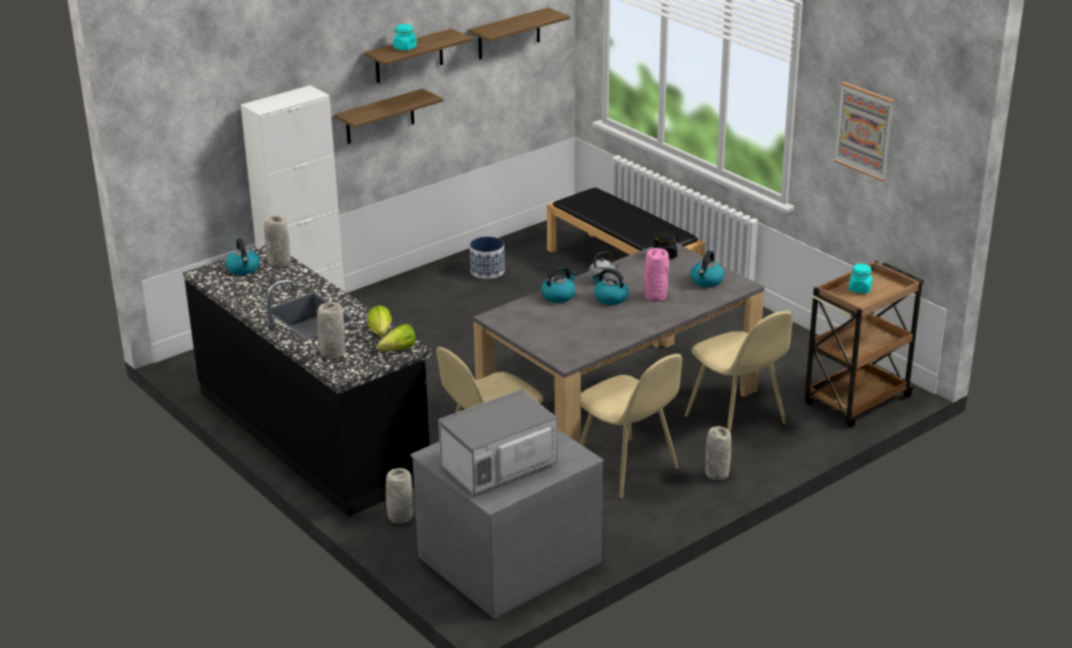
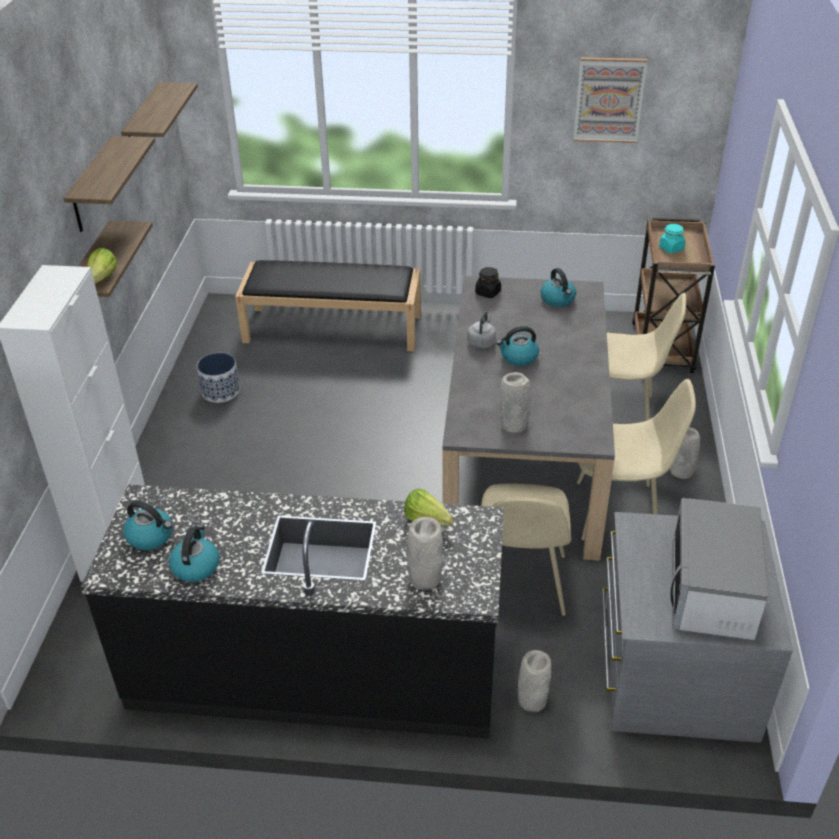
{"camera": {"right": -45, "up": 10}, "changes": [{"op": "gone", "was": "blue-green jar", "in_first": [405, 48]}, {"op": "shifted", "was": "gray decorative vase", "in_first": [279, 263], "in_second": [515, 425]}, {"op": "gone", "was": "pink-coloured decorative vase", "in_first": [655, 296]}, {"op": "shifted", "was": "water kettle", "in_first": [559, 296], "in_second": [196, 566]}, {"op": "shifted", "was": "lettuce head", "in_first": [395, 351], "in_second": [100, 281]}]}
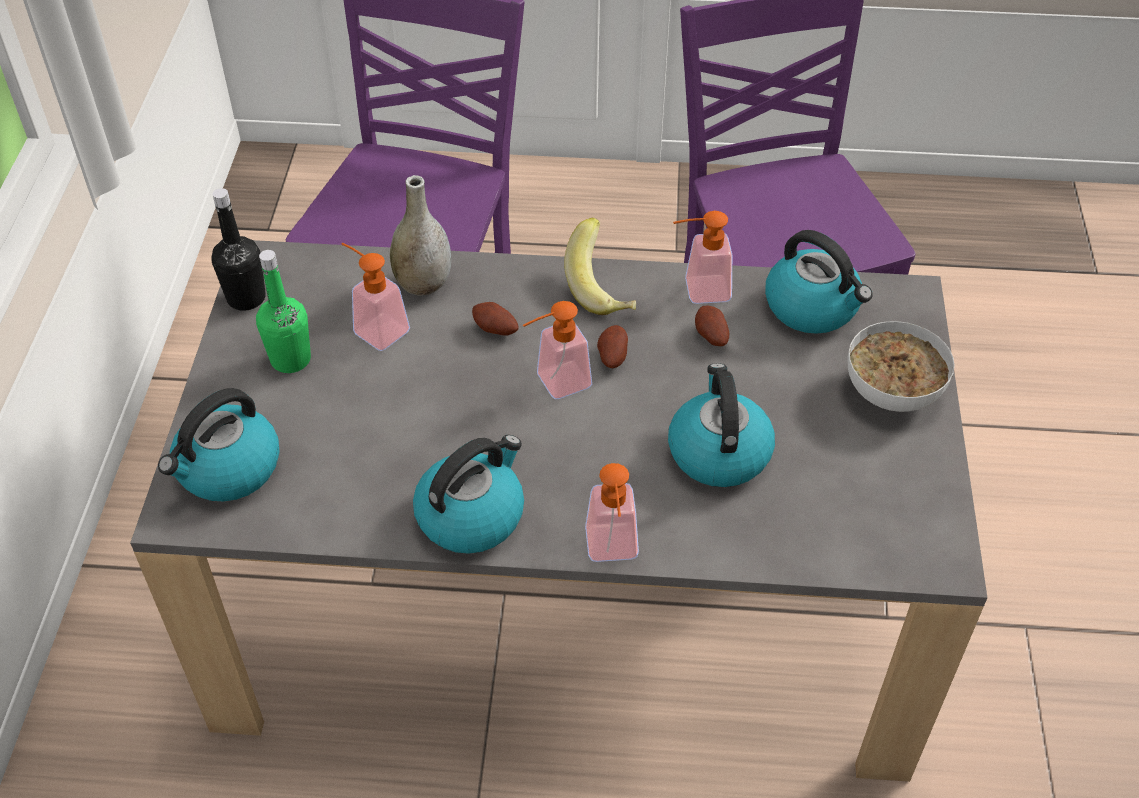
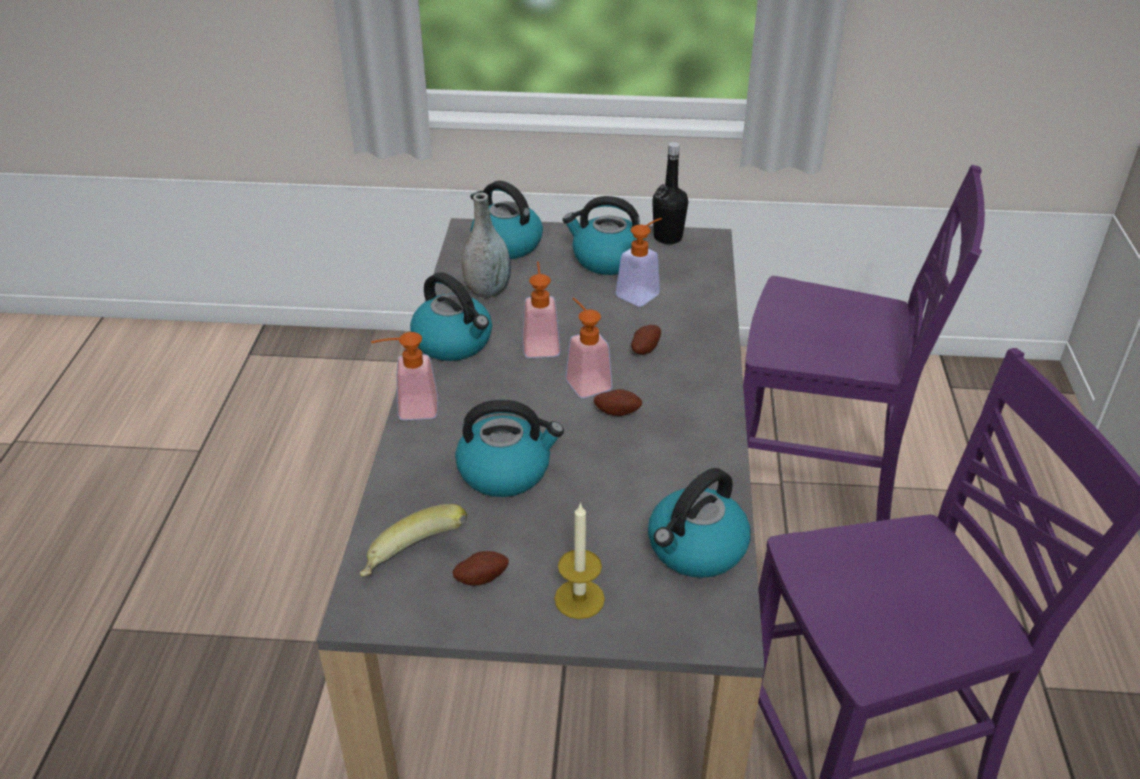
{"camera": {"right": 90, "up": -10}, "changes": [{"op": "shifted", "was": "gray decorative vase", "in_first": [423, 284], "in_second": [487, 291]}, {"op": "shifted", "was": "soap dispenser", "in_first": [698, 290], "in_second": [540, 343]}, {"op": "shifted", "was": "banana fruit", "in_first": [604, 289], "in_second": [414, 562]}, {"op": "swapped", "was": "green beverage bottle", "now": "water kettle", "in_first": [291, 359], "in_second": [606, 259]}, {"op": "shifted", "was": "spud", "in_first": [710, 336], "in_second": [481, 577]}, {"op": "swapped", "was": "bowl", "now": "candle", "in_first": [891, 390], "in_second": [579, 599]}]}
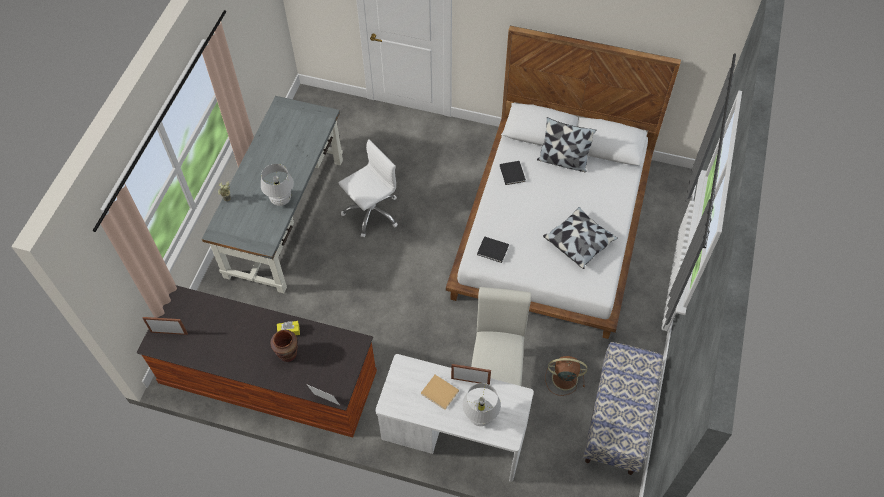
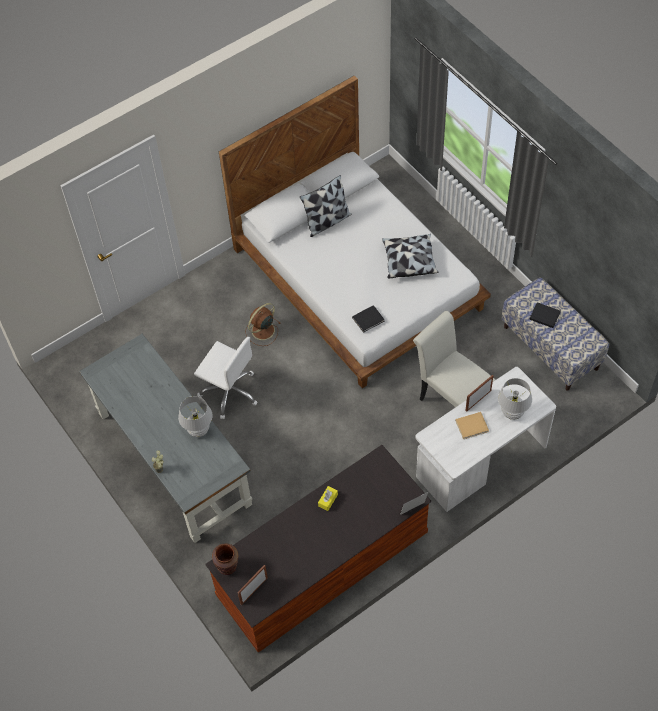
{"camera": {"right": -50, "up": 0}, "changes": [{"op": "rotated", "was": "white-coloured desk chair", "in_first": [371, 212], "in_second": [229, 392], "clockwise": 120}, {"op": "shifted", "was": "blackish book", "in_first": [512, 173], "in_second": [544, 315]}, {"op": "shifted", "was": "brownish decorative vase", "in_first": [288, 354], "in_second": [227, 567]}, {"op": "shifted", "was": "brownish fan", "in_first": [563, 378], "in_second": [262, 331]}]}
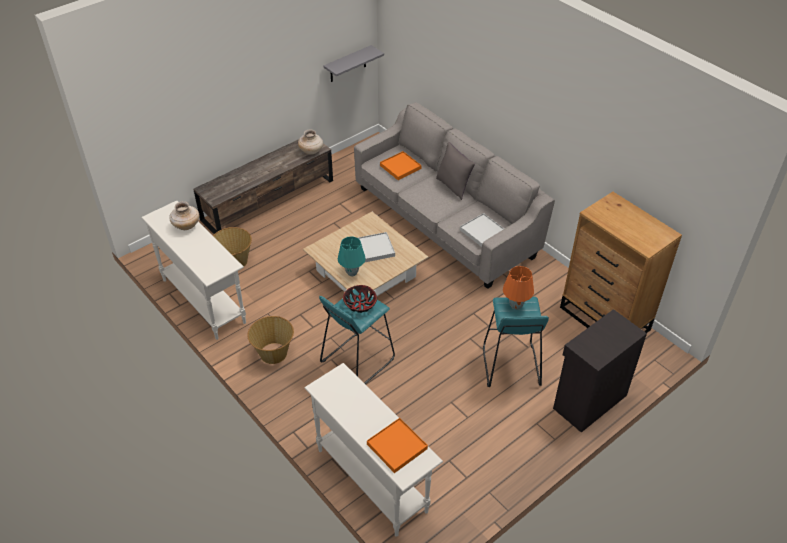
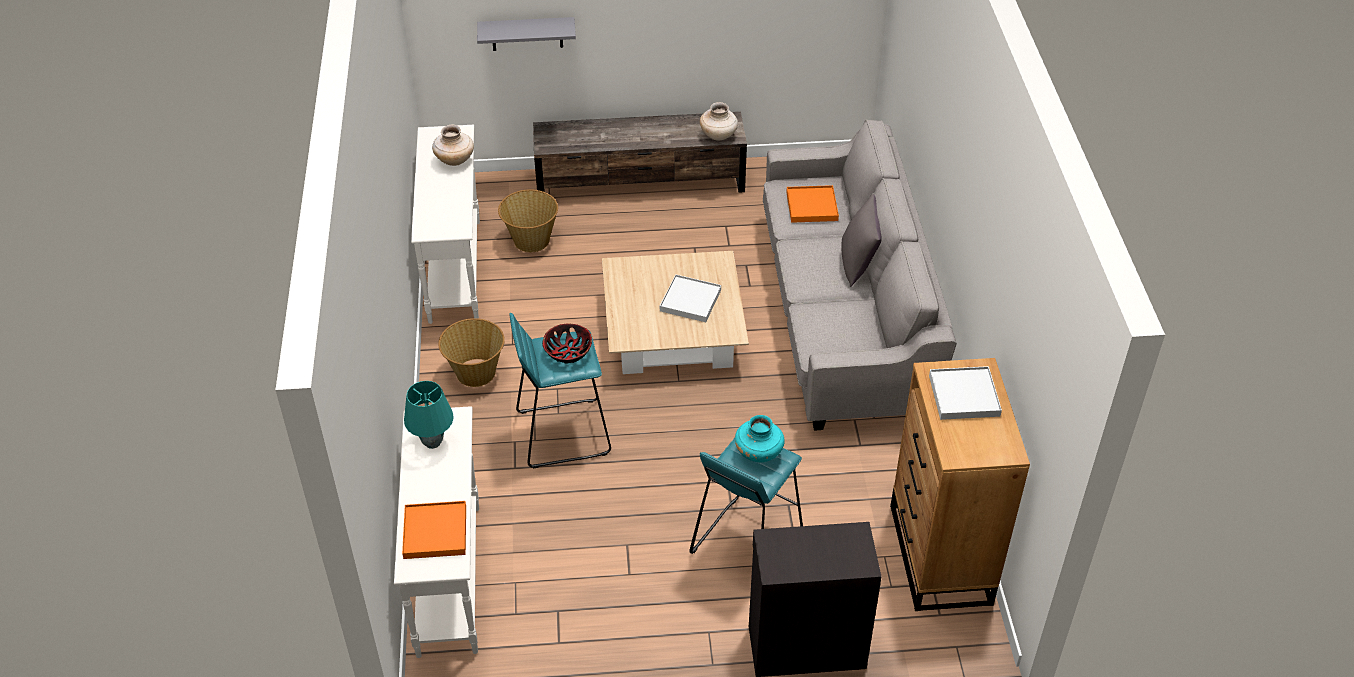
{"camera": {"right": 35, "up": 0}, "changes": [{"op": "shifted", "was": "gray bracket shelf", "in_first": [348, 64], "in_second": [527, 34]}, {"op": "shifted", "was": "white-coloured serving tray", "in_first": [482, 231], "in_second": [964, 396]}, {"op": "shifted", "was": "blue-green tabletop lamp", "in_first": [352, 273], "in_second": [433, 443]}, {"op": "swapped", "was": "orange tabletop lamp", "now": "blue-green decorative vase", "in_first": [516, 306], "in_second": [759, 453]}]}
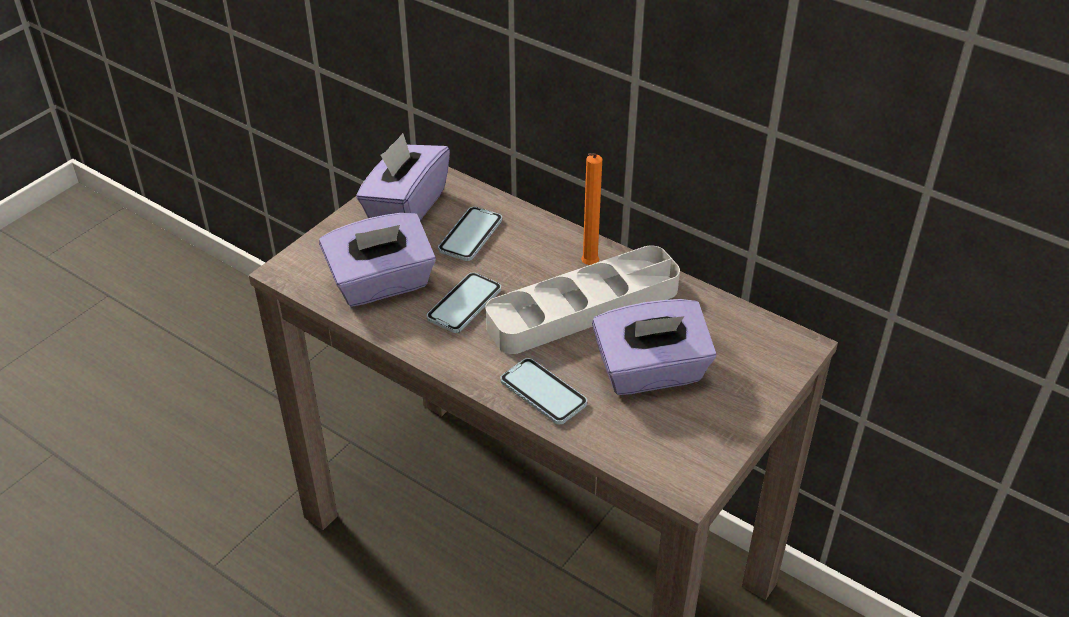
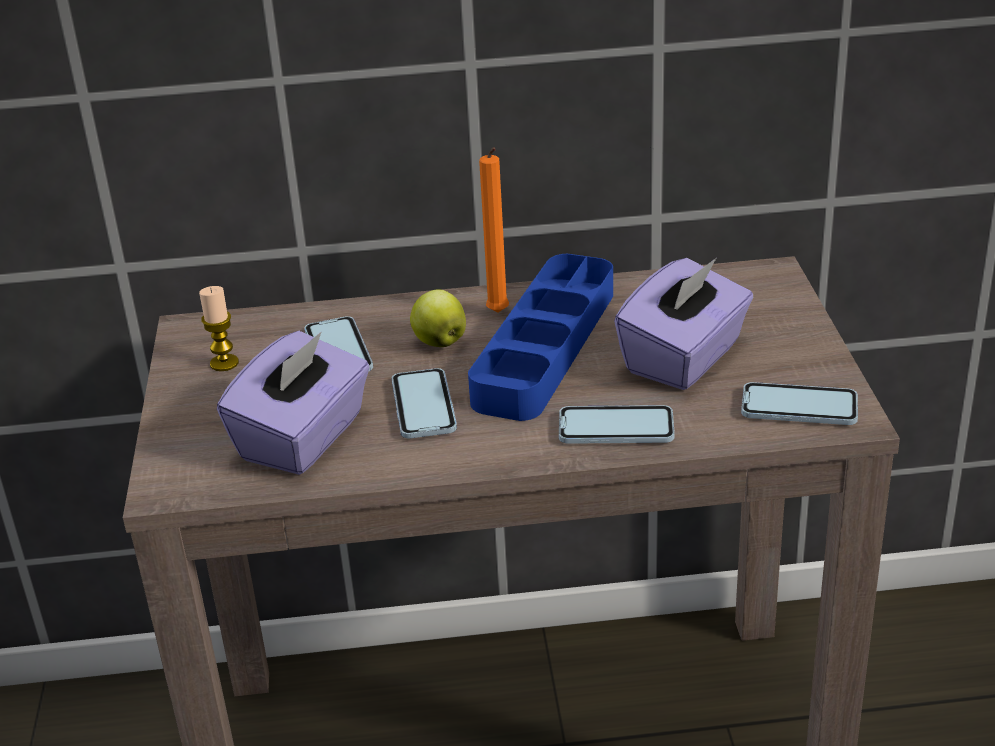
{"camera": {"right": -40, "up": -10}, "changes": [{"op": "swapped", "was": "purple tissue box", "now": "candle", "in_first": [406, 206], "in_second": [224, 363]}, {"op": "repainted", "was": "gray serving tray", "now": "bluish serving tray", "in_first": [583, 307], "in_second": [545, 346]}, {"op": "new", "now": "whole apple", "in_second": [439, 342]}, {"op": "new", "now": "telephone", "in_second": [799, 407]}]}
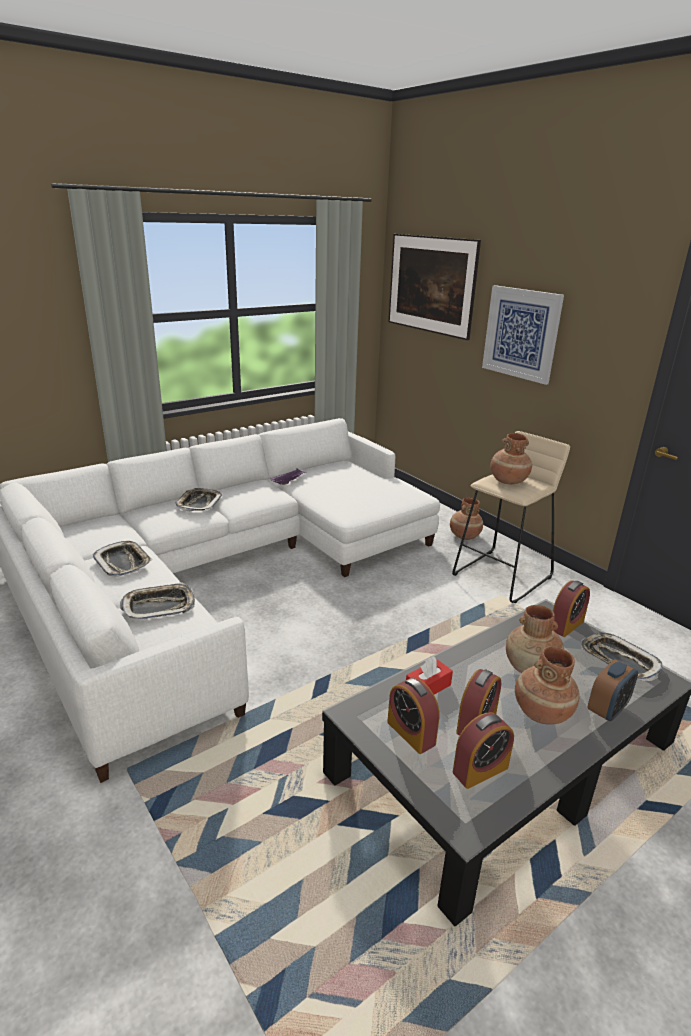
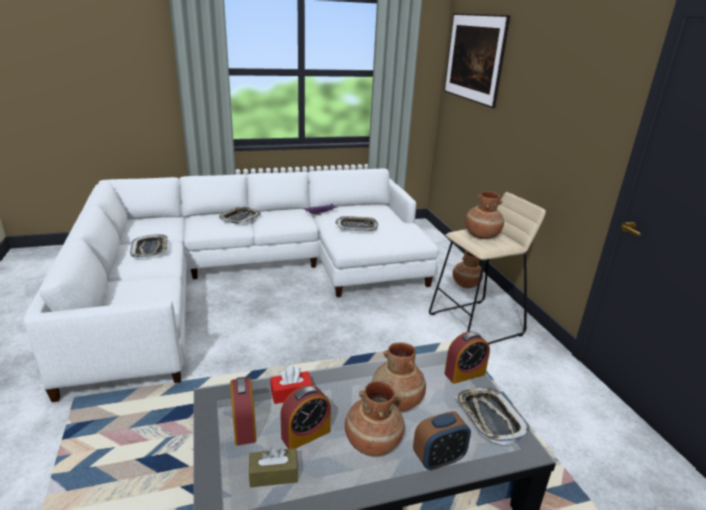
{"camera": {"right": 20, "up": 0}, "changes": [{"op": "gone", "was": "picture", "in_first": [521, 333]}, {"op": "shifted", "was": "serving tray", "in_first": [159, 606], "in_second": [357, 226]}, {"op": "swapped", "was": "alarm clock", "now": "brownish tissue box", "in_first": [480, 770], "in_second": [273, 474]}]}
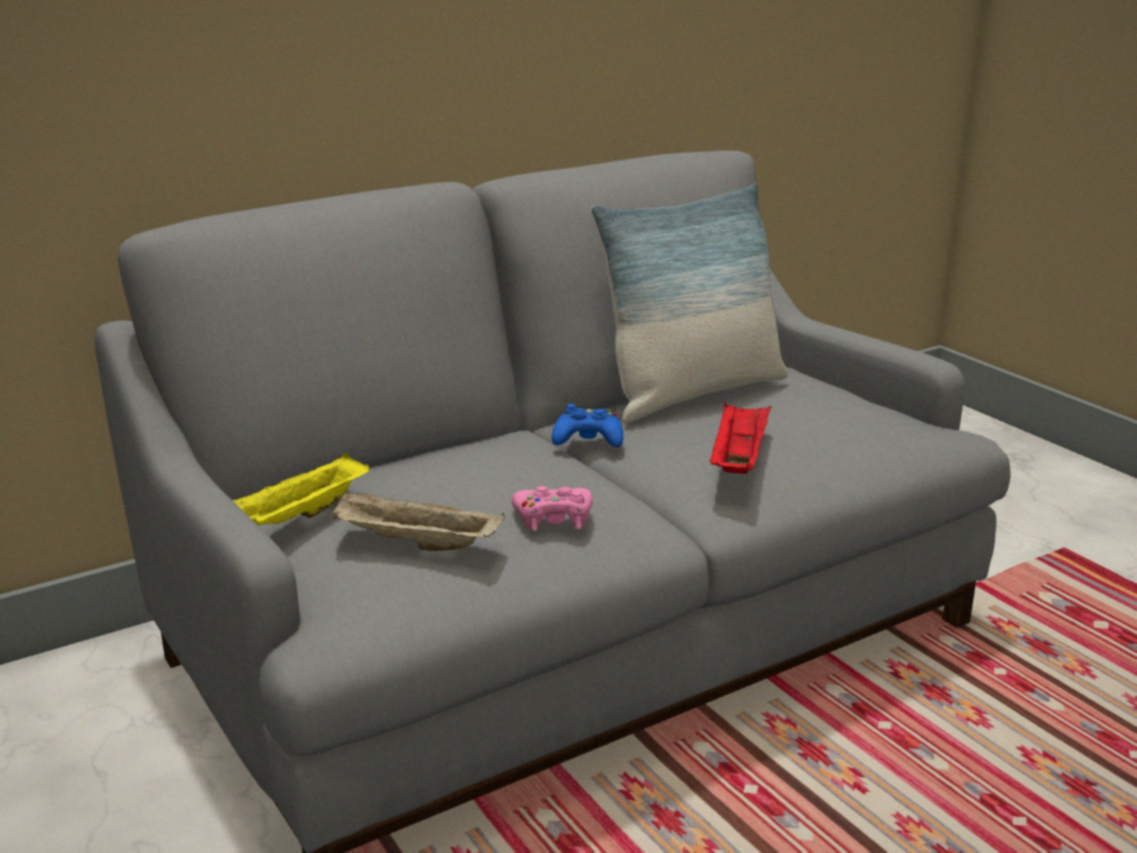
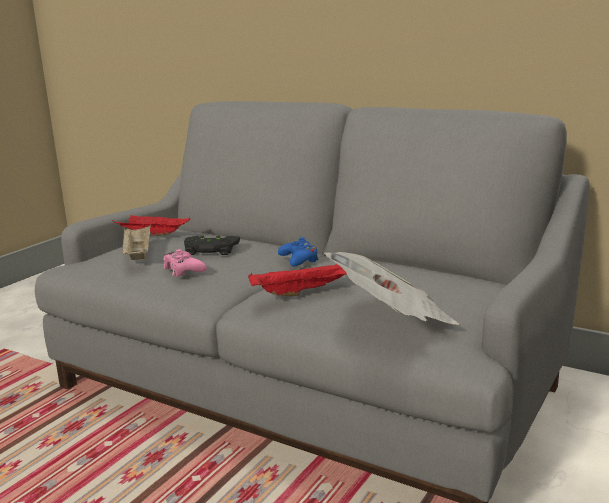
{"camera": {"right": 65, "up": -5}, "changes": [{"op": "gone", "was": "pillow", "in_first": [692, 393]}, {"op": "repainted", "was": "yellowish serving tray", "now": "red serving tray", "in_first": [296, 519], "in_second": [150, 234]}, {"op": "new", "now": "blackish game controller", "in_second": [210, 250]}, {"op": "new", "now": "newspaper", "in_second": [392, 319]}]}
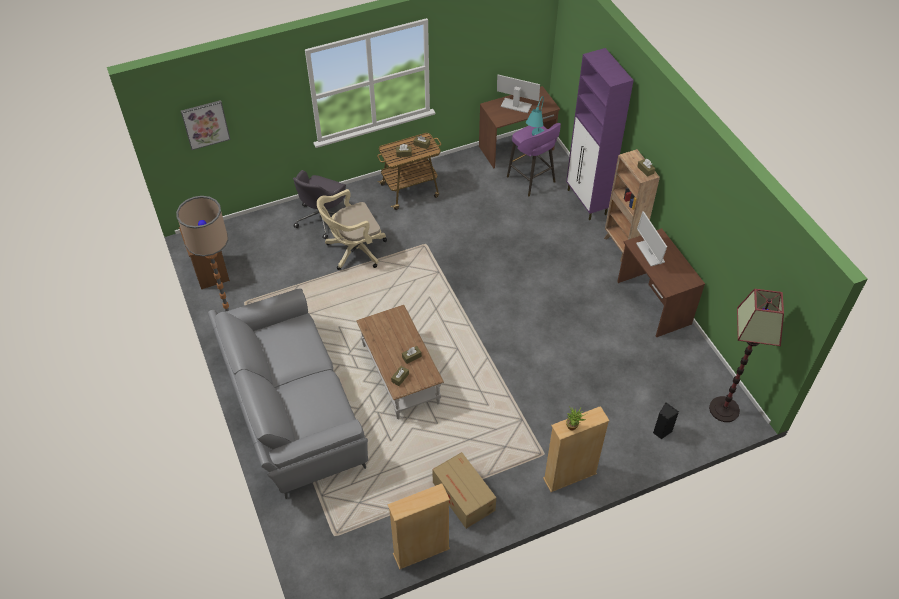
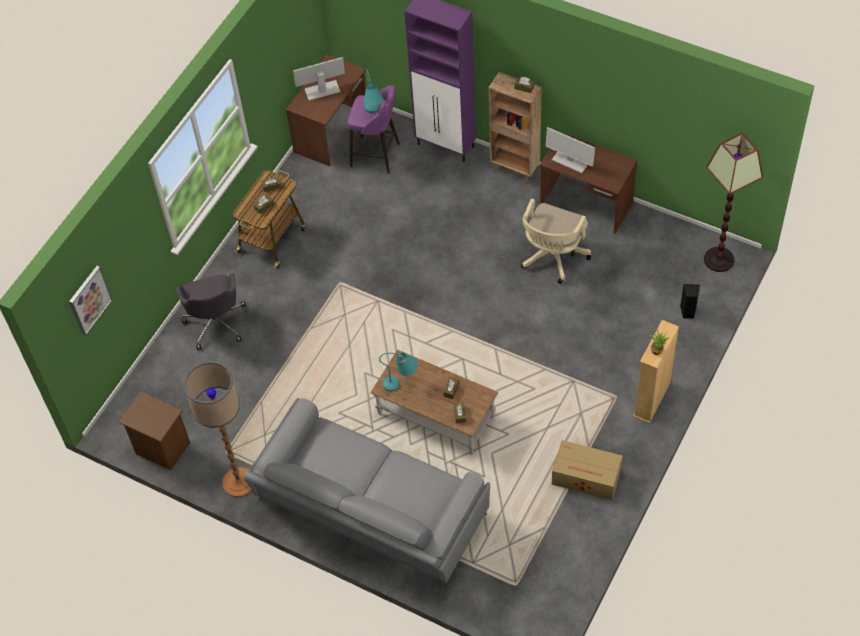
{"camera": {"right": -35, "up": 5}, "changes": [{"op": "shifted", "was": "sand-coloured desk chair", "in_first": [353, 251], "in_second": [552, 257]}, {"op": "gone", "was": "sand-coloured shelving unit", "in_first": [421, 551]}, {"op": "new", "now": "blue-green tabletop lamp", "in_second": [402, 383]}]}
